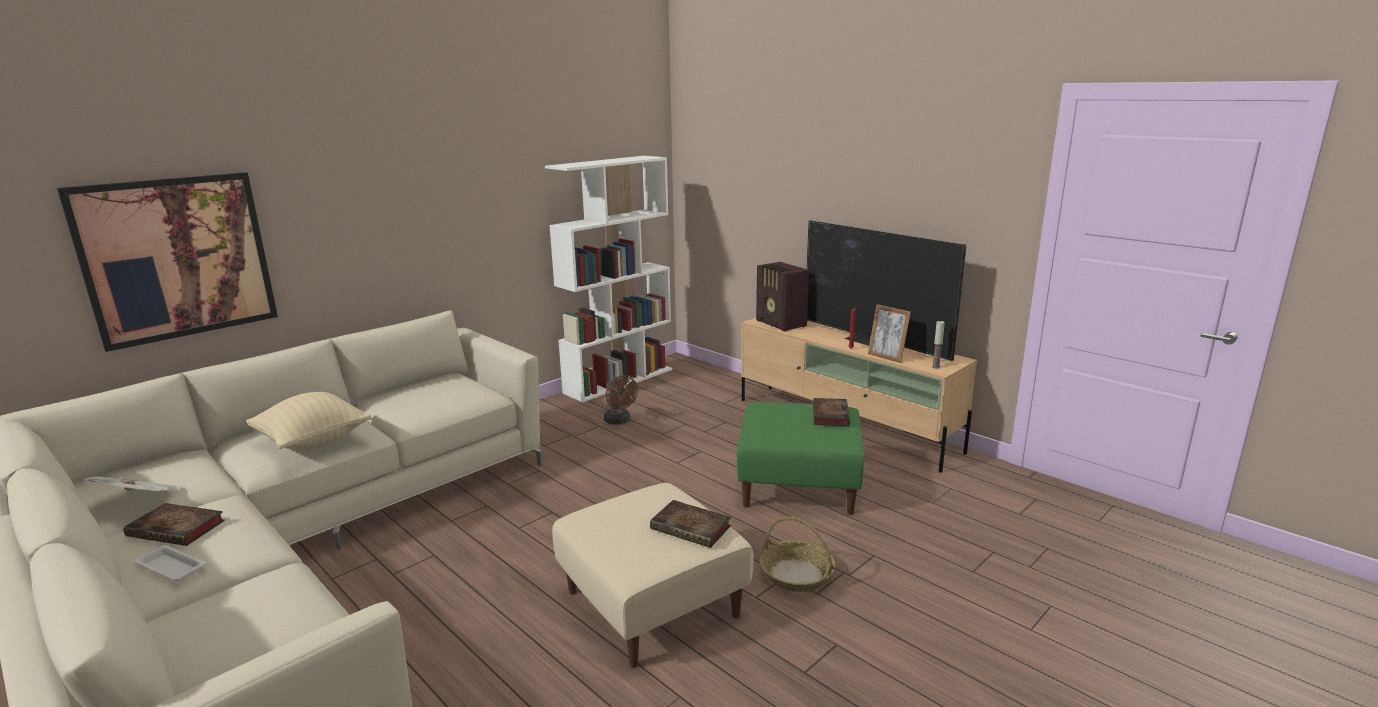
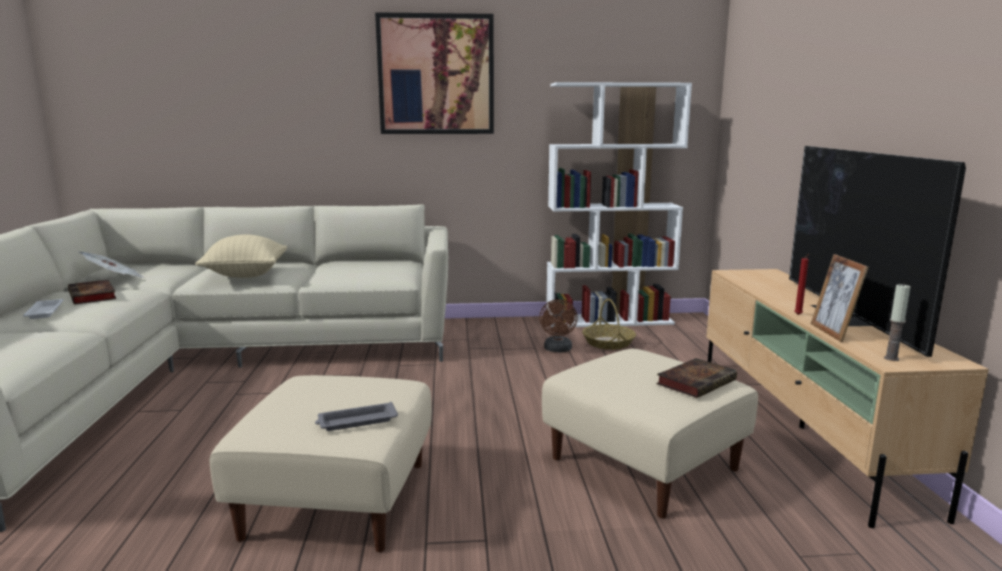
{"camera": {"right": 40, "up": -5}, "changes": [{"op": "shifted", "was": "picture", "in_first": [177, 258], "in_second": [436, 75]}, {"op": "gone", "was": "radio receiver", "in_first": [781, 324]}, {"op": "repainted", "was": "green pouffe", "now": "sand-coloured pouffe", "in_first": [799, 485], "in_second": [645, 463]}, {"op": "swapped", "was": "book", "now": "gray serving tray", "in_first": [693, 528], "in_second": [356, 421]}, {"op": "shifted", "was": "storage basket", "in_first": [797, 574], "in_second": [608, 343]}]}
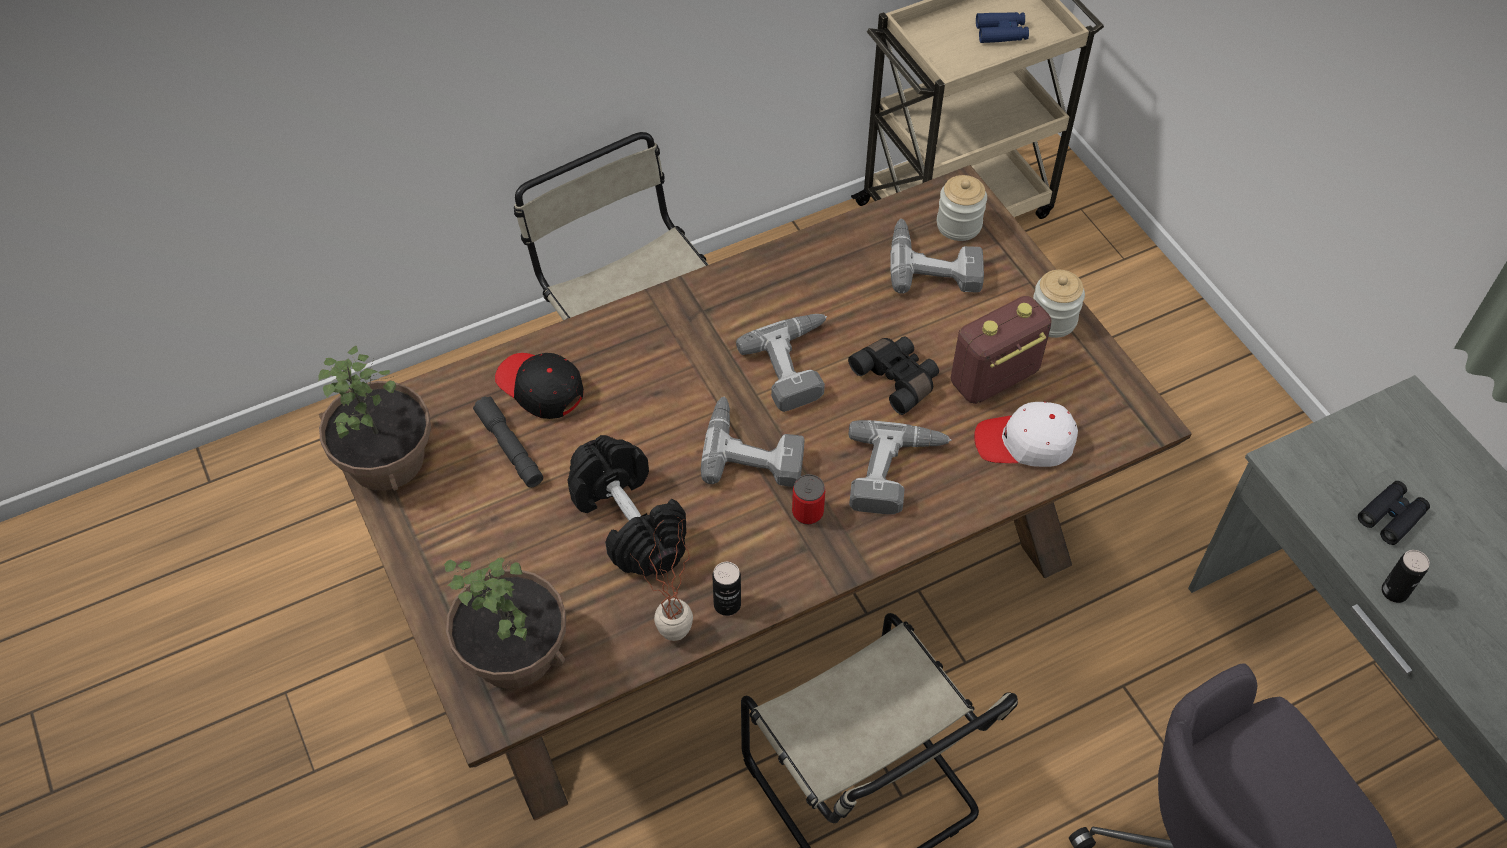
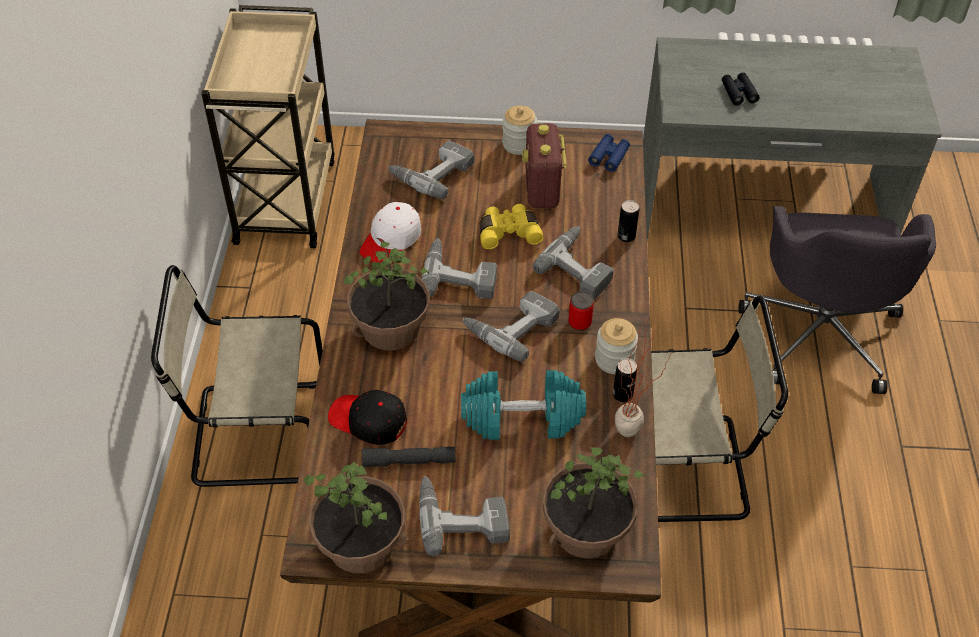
{"camera": {"right": -60, "up": -5}, "changes": [{"op": "shifted", "was": "bluish field glasses", "in_first": [1001, 33], "in_second": [609, 156]}, {"op": "shifted", "was": "jar", "in_first": [959, 225], "in_second": [614, 359]}, {"op": "repainted", "was": "blackish field glasses", "now": "yellowish field glasses", "in_first": [898, 378], "in_second": [508, 232]}, {"op": "rotated", "was": "blackish baseball cap", "in_first": [540, 388], "in_second": [368, 421], "clockwise": 45}, {"op": "shifted", "was": "white-coloured baseball cap", "in_first": [1025, 442], "in_second": [391, 240]}, {"op": "repainted", "was": "blackish free weight", "now": "blue-green free weight", "in_first": [630, 521], "in_second": [522, 418]}, {"op": "shifted", "was": "sealed can", "in_first": [1394, 591], "in_second": [626, 236]}, {"op": "new", "now": "plant in a pot", "in_second": [390, 327]}, {"op": "new", "now": "drill", "in_second": [462, 516]}]}
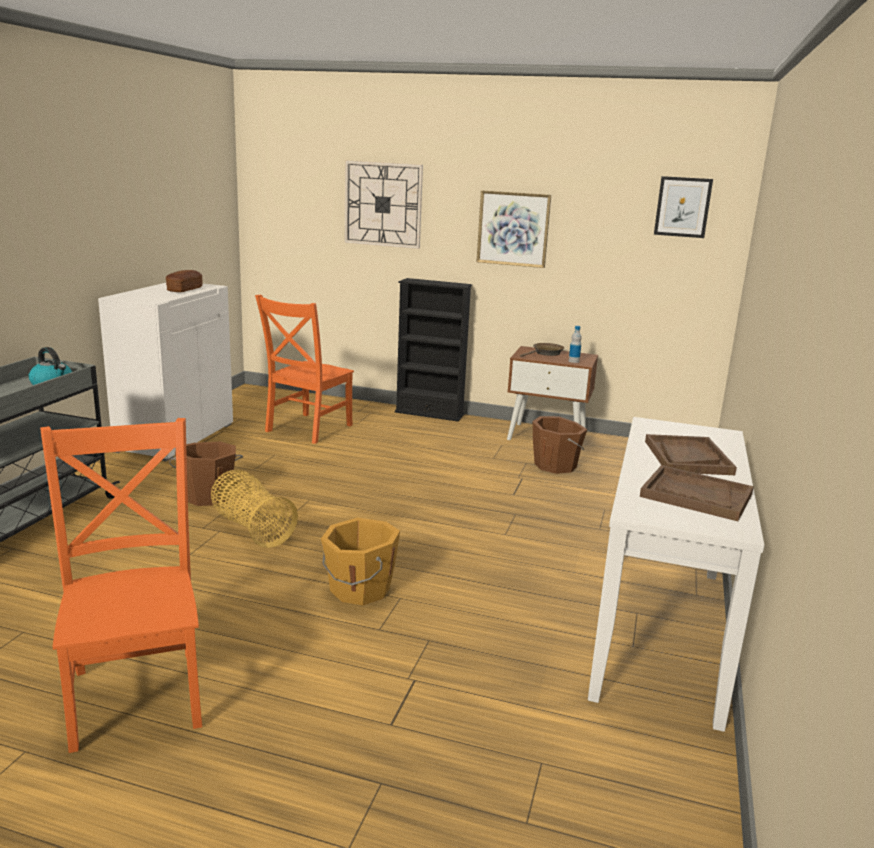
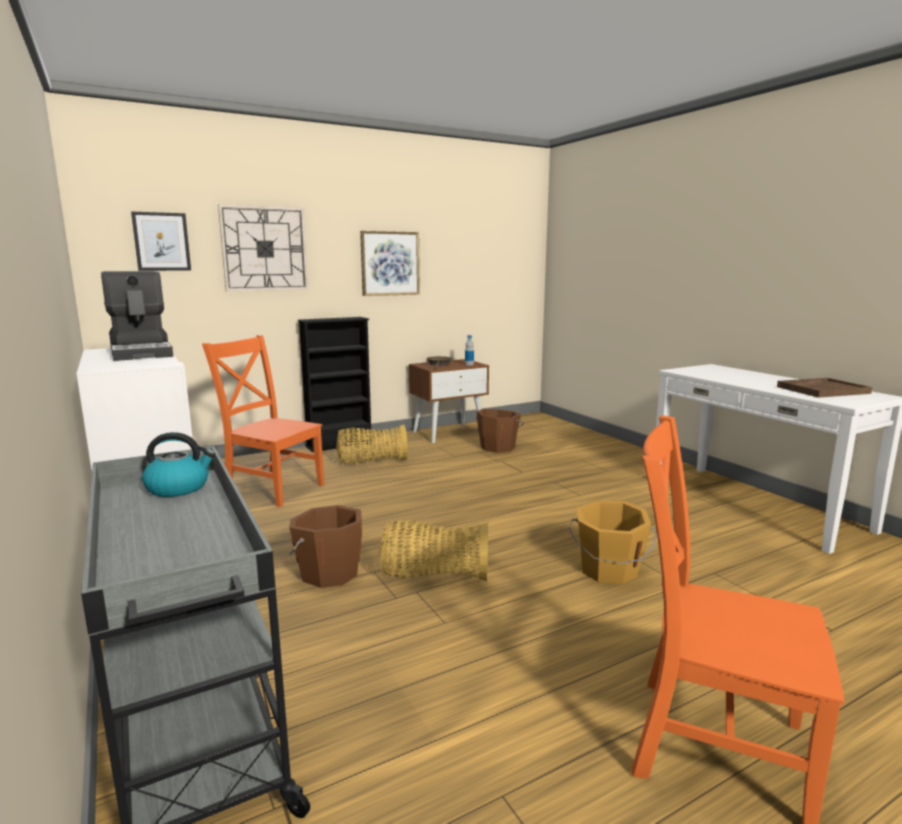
{"camera": {"right": -45, "up": -5}, "changes": [{"op": "shifted", "was": "picture", "in_first": [682, 207], "in_second": [161, 241]}, {"op": "swapped", "was": "bakery bread", "now": "coffee maker", "in_first": [185, 289], "in_second": [142, 352]}, {"op": "rotated", "was": "orange plain chair", "in_first": [306, 429], "in_second": [272, 488], "clockwise": 135}, {"op": "gone", "was": "brownish serving tray", "in_first": [687, 457]}, {"op": "new", "now": "storage basket", "in_second": [371, 461]}]}
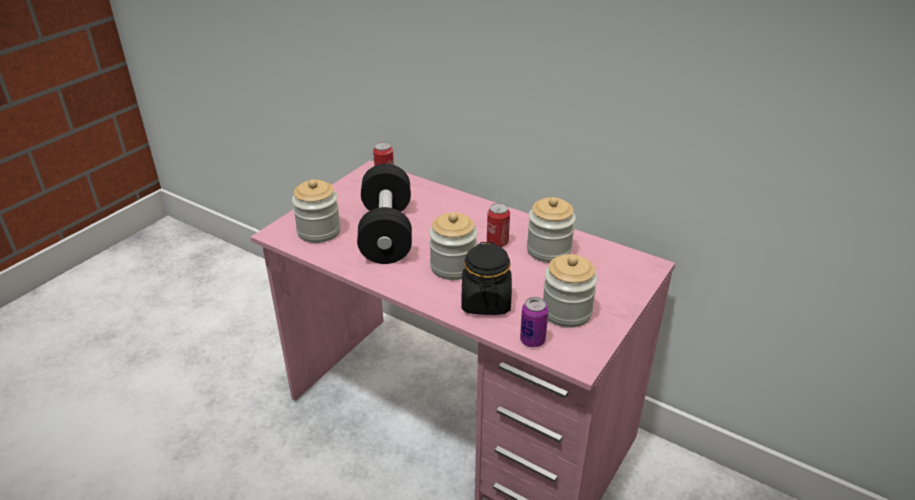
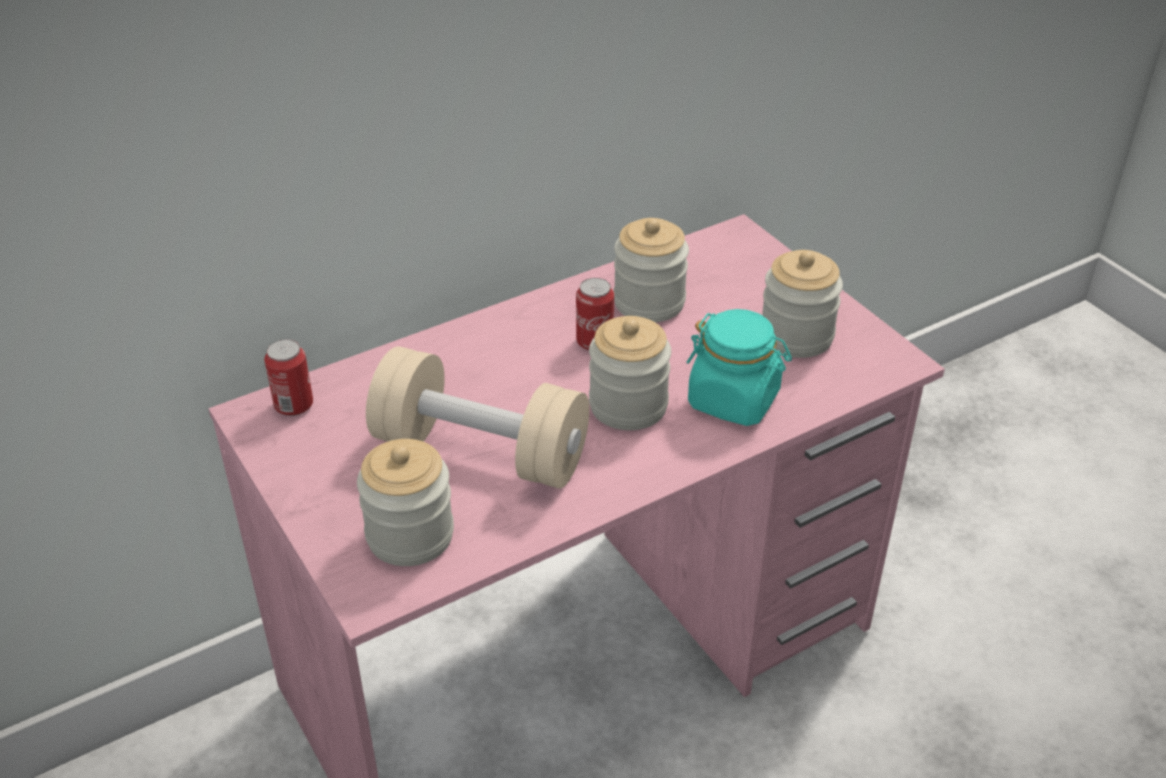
{"camera": {"right": -65, "up": 5}, "changes": [{"op": "repainted", "was": "blackish free weight", "now": "sand-coloured free weight", "in_first": [386, 233], "in_second": [480, 451]}, {"op": "repainted", "was": "blackish jar", "now": "blue-green jar", "in_first": [486, 302], "in_second": [734, 400]}, {"op": "gone", "was": "sealed can", "in_first": [532, 340]}]}
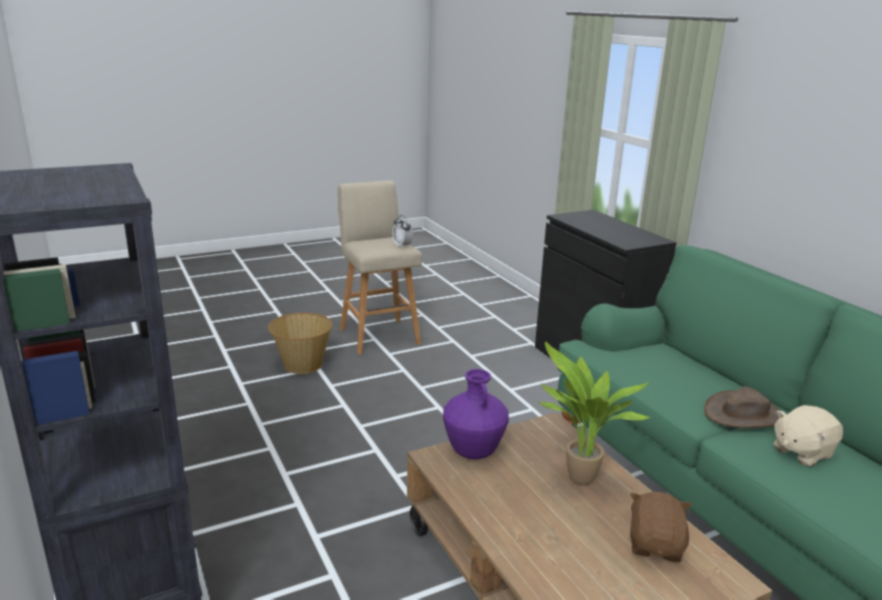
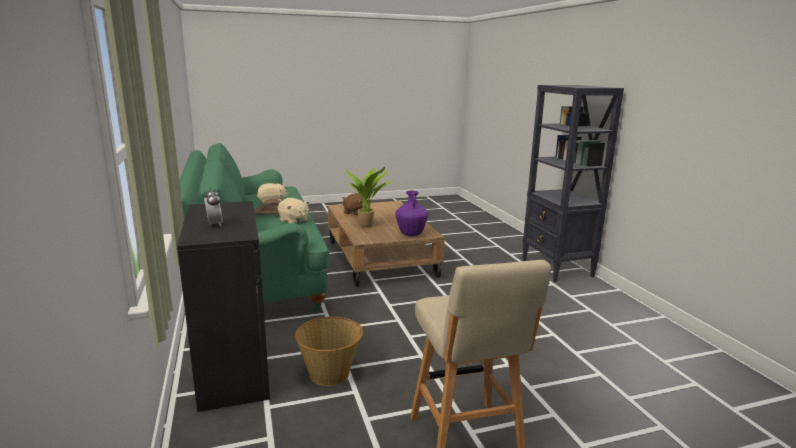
{"camera": {"right": -170, "up": -5}, "changes": [{"op": "shifted", "was": "alarm clock", "in_first": [402, 246], "in_second": [214, 224]}, {"op": "shifted", "was": "storage basket", "in_first": [302, 365], "in_second": [330, 374]}, {"op": "new", "now": "sand-coloured cuddly toy", "in_second": [293, 221]}]}
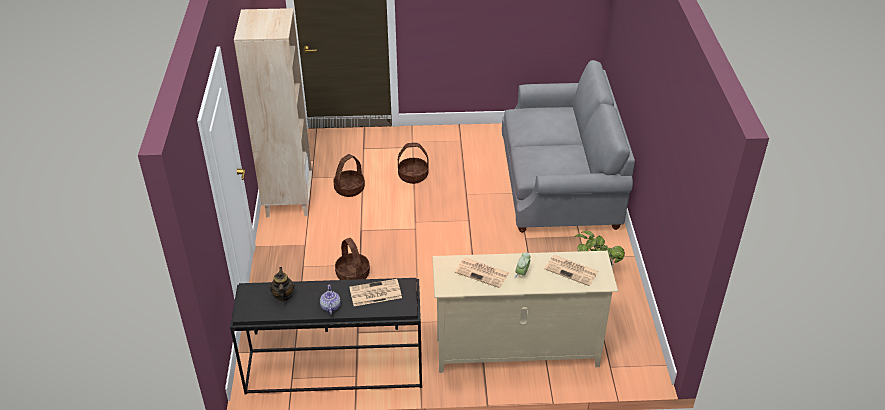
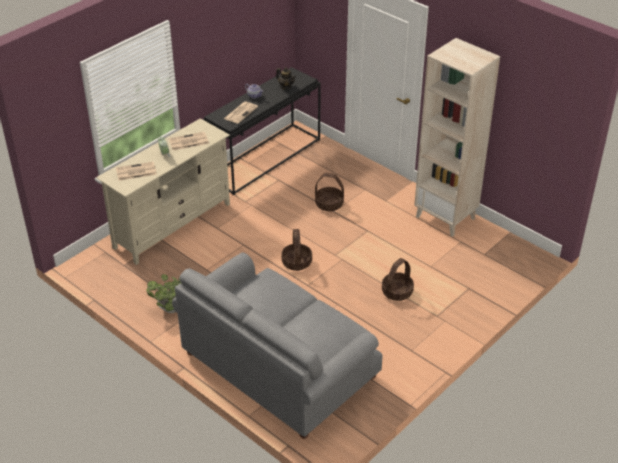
{"camera": {"right": 135, "up": 0}, "changes": [{"op": "shifted", "was": "storage basket", "in_first": [349, 188], "in_second": [297, 262]}]}
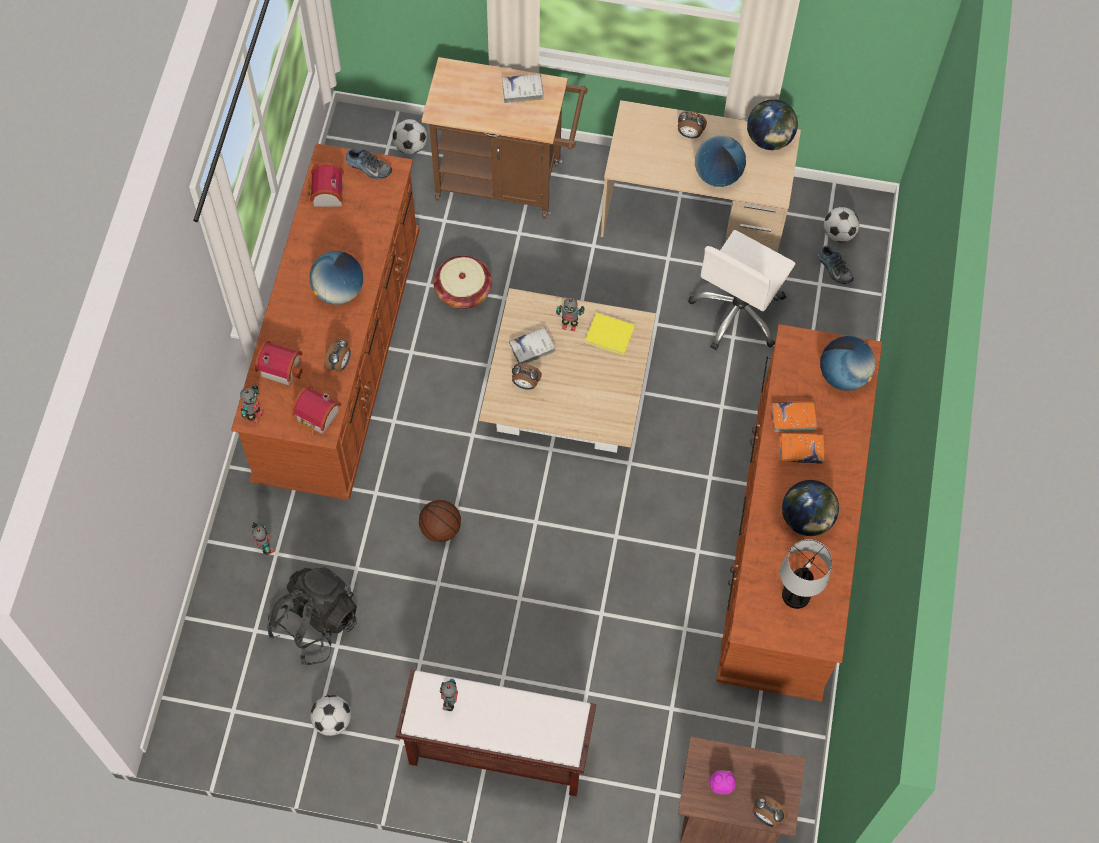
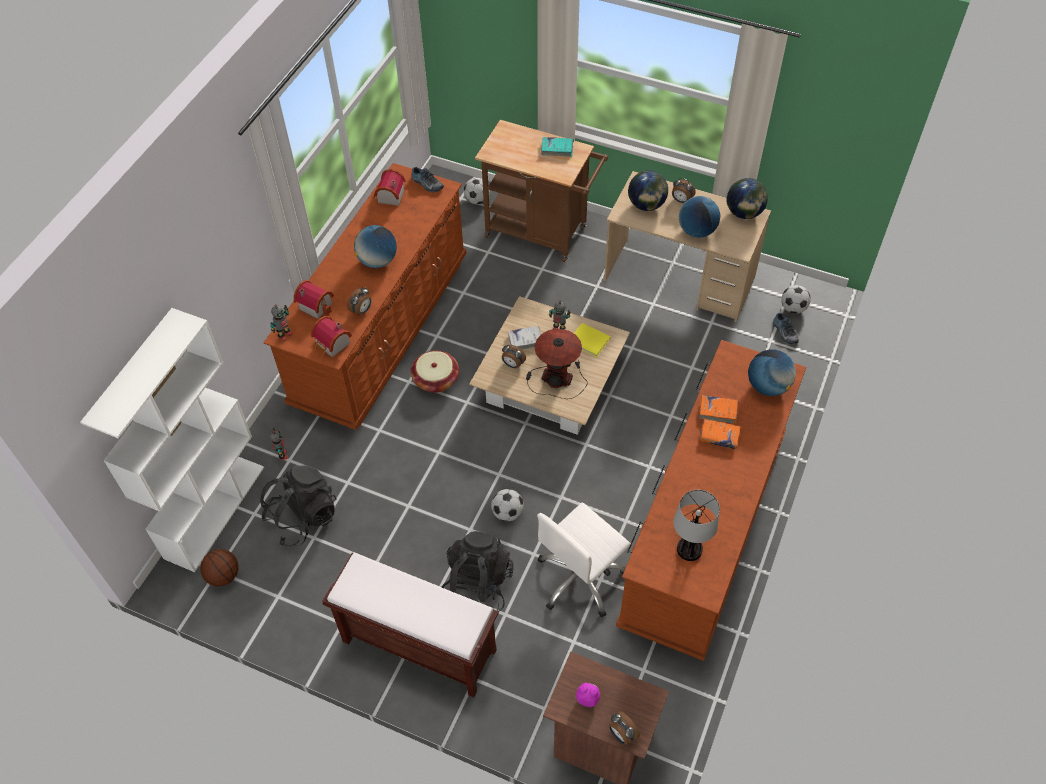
{"camera": {"right": 15, "up": -10}, "changes": [{"op": "repainted", "was": "white-coloured book", "now": "blue-green book", "in_first": [523, 90], "in_second": [557, 149]}, {"op": "shifted", "was": "white-coloured desk chair", "in_first": [738, 312], "in_second": [581, 578]}, {"op": "shifted", "was": "storage basket", "in_first": [463, 291], "in_second": [436, 379]}, {"op": "shifted", "was": "desk globe", "in_first": [806, 519], "in_second": [646, 205]}, {"op": "shifted", "was": "basketball ball", "in_first": [441, 528], "in_second": [224, 576]}, {"op": "gone", "was": "model robot", "in_first": [450, 703]}, {"op": "shifted", "was": "ball for football", "in_first": [332, 720], "in_second": [507, 513]}, {"op": "new", "now": "white-coloured shelving unit", "in_second": [214, 511]}, {"op": "new", "now": "tabletop lamp", "in_second": [557, 378]}, {"op": "new", "now": "blackish knapsack", "in_second": [477, 586]}]}
